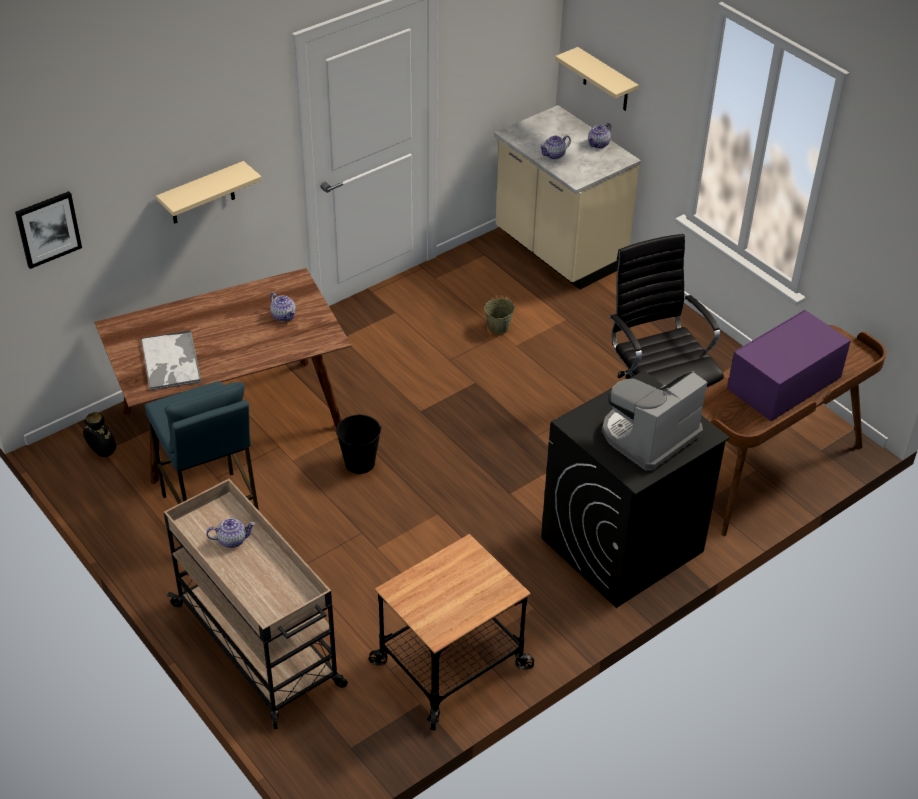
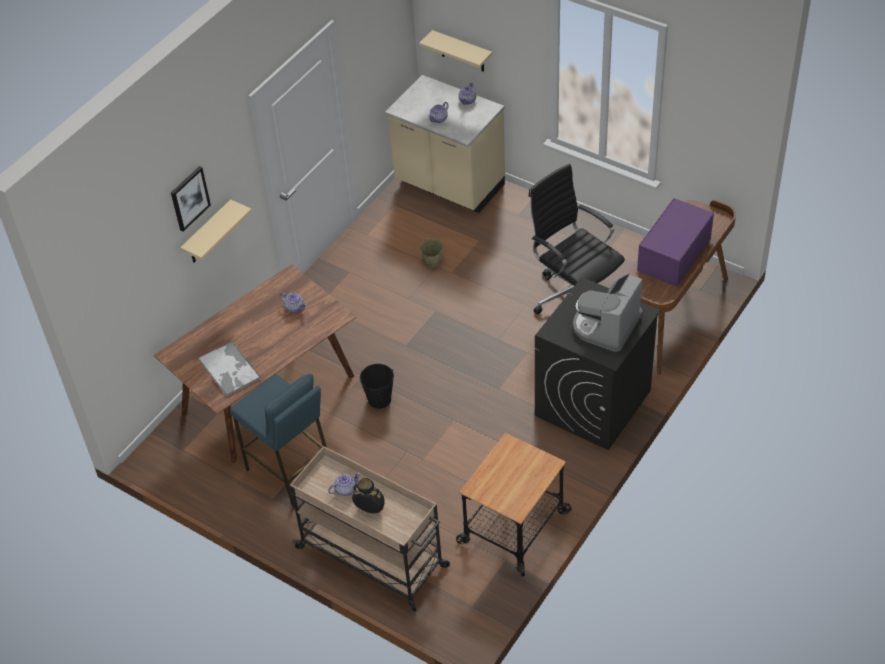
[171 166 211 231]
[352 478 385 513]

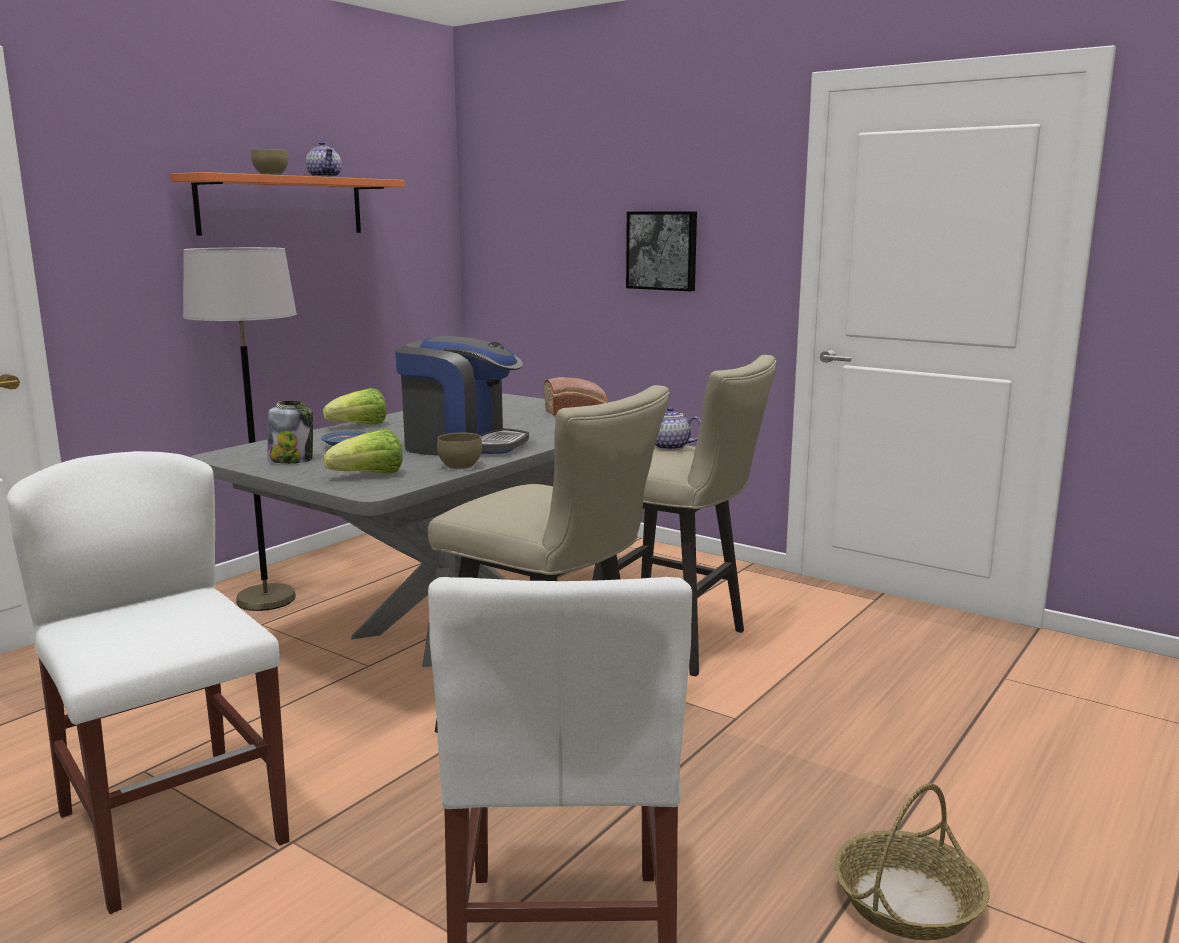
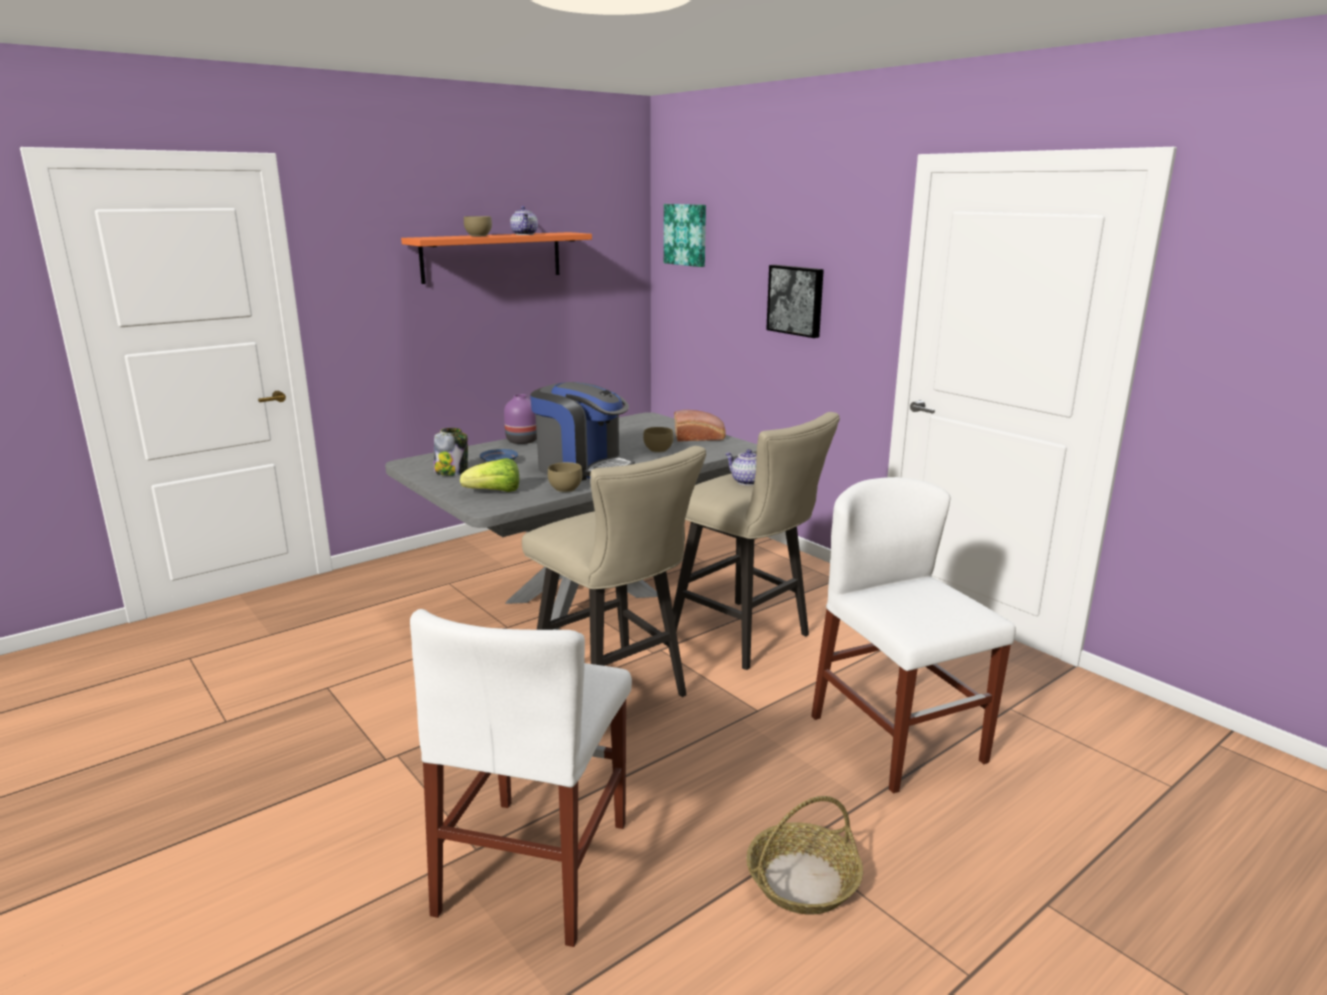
[811 477 1016 794]
[183 247 297 611] (first image)
[504 394 537 444]
[643 427 674 453]
[664 204 706 267]

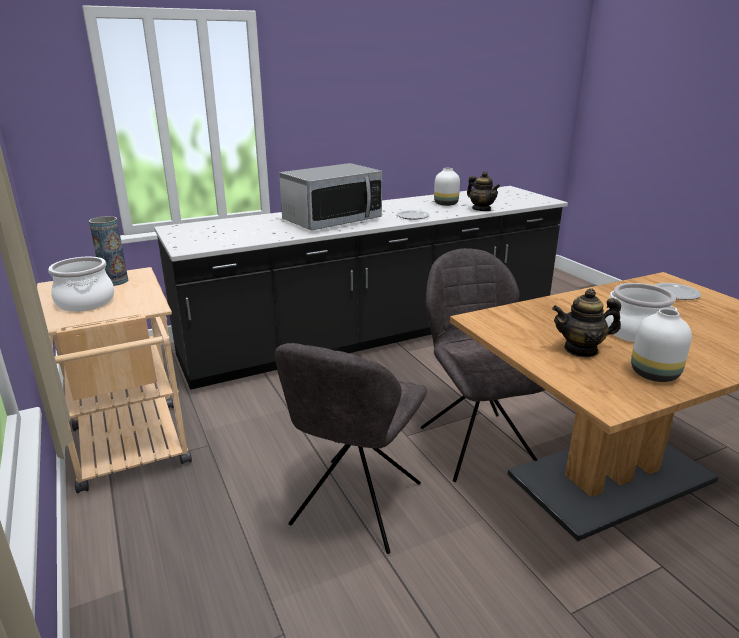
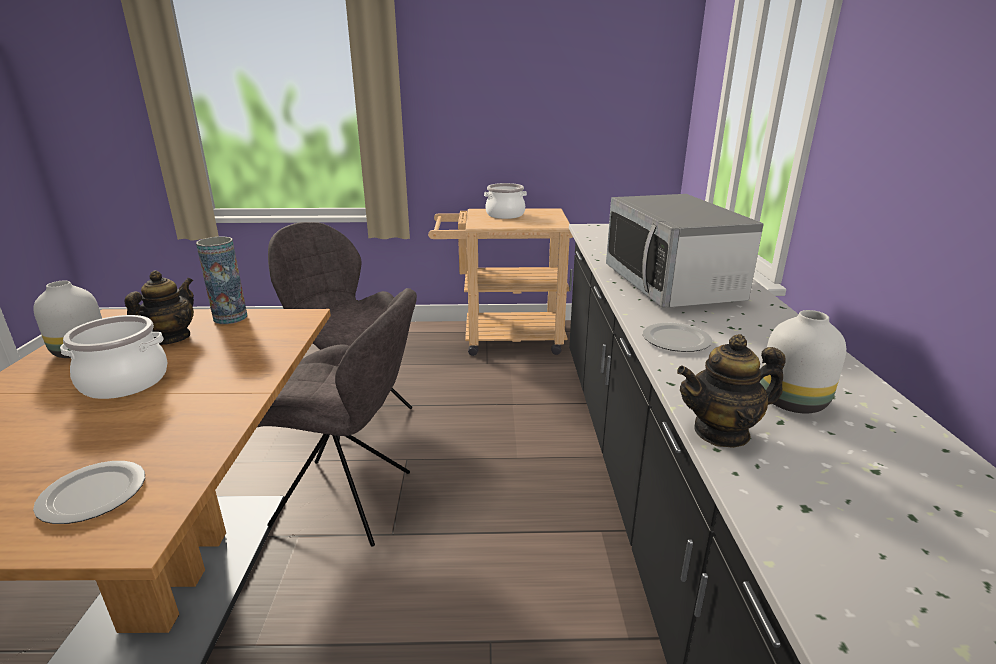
[196 237 247 324]

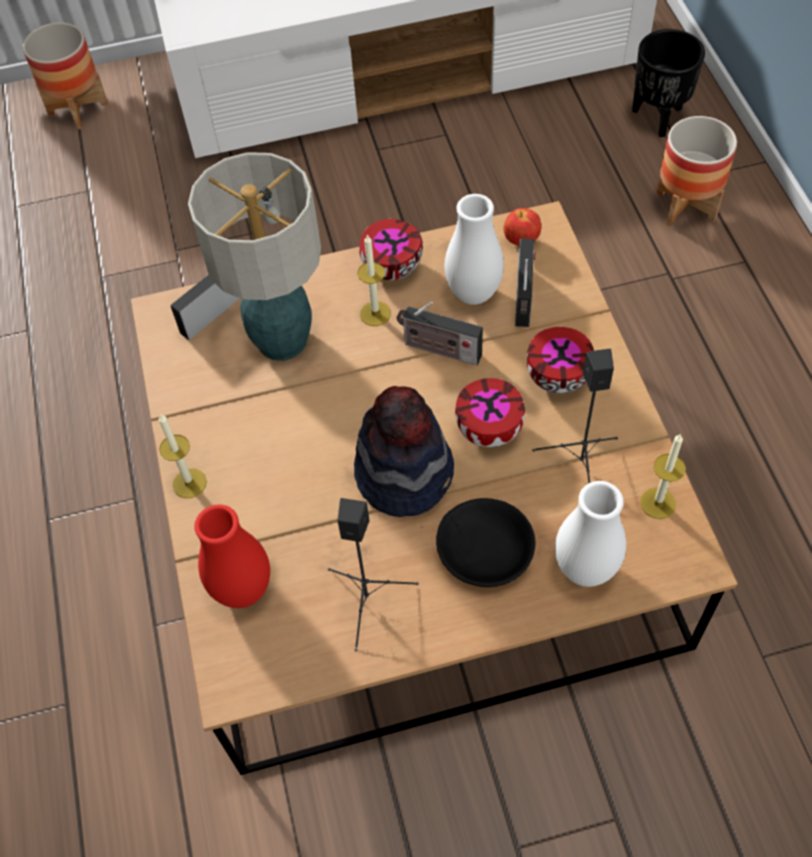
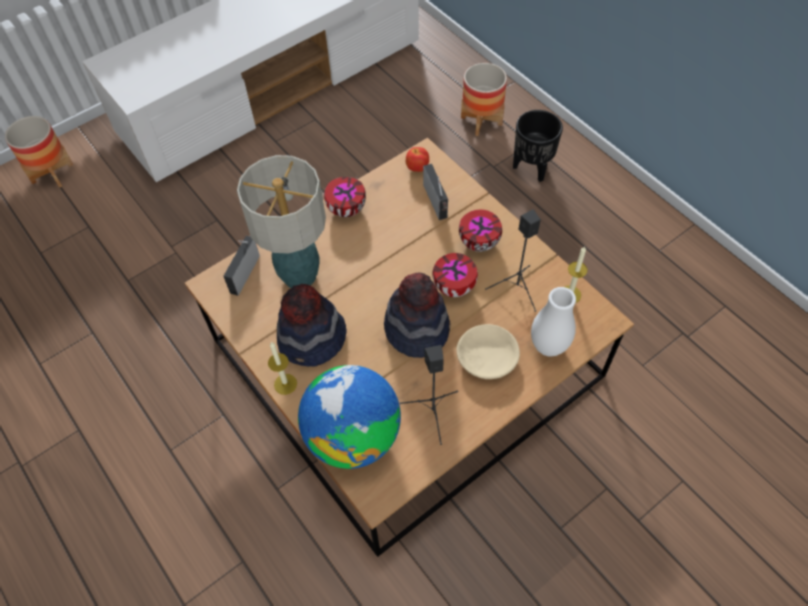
[298 365 401 469]
[357 234 391 326] (first image)
[397 302 483 365] (first image)
[457 324 520 379]
[445 194 504 305] (first image)
[513 110 563 182]
[277 284 346 367]

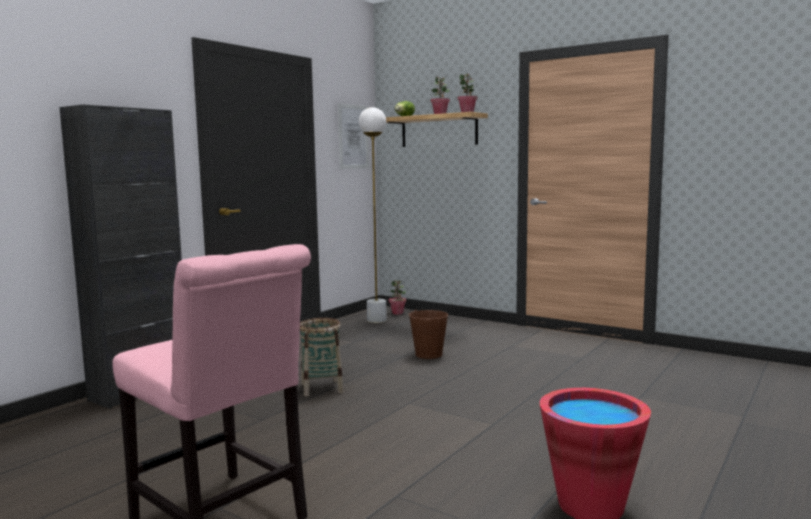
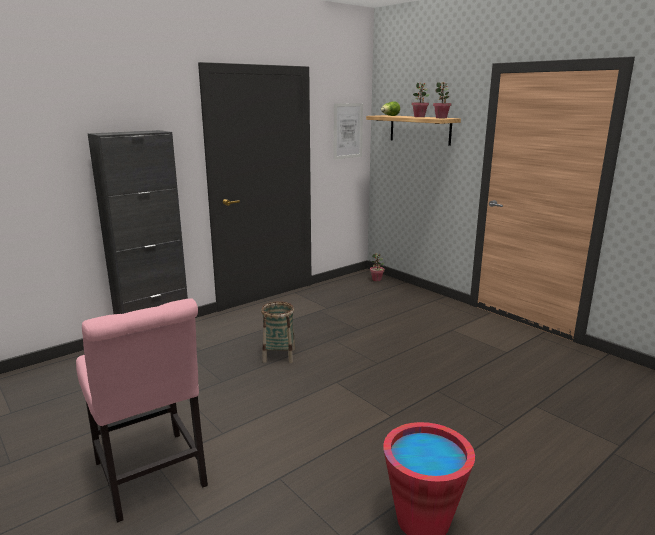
[359 107 387 323] (first image)
[409 309 448 359] (first image)

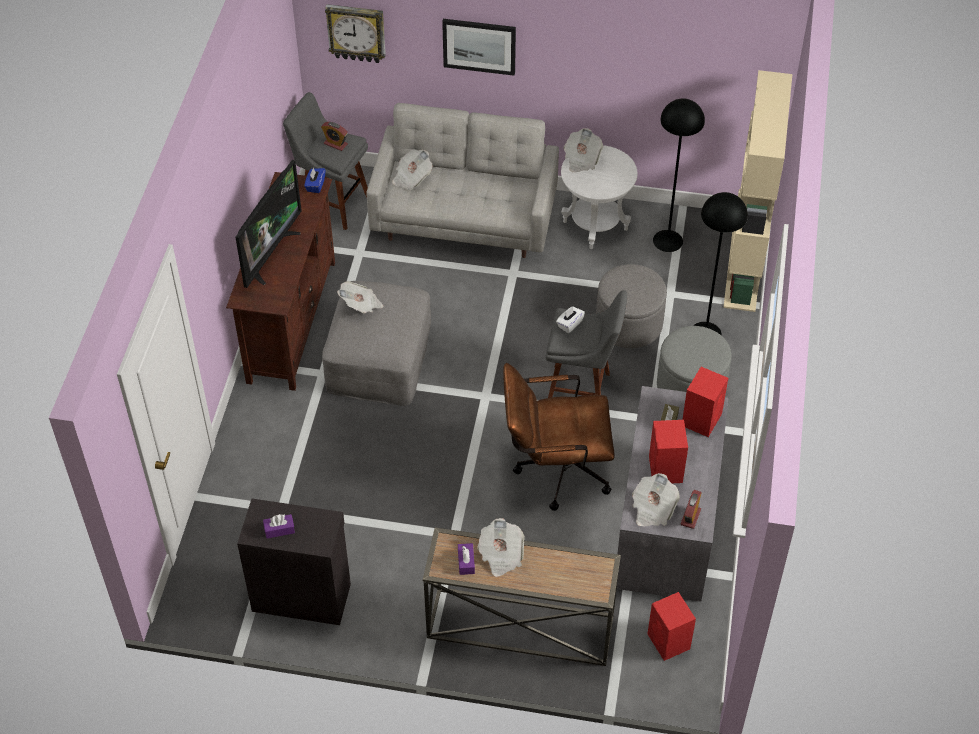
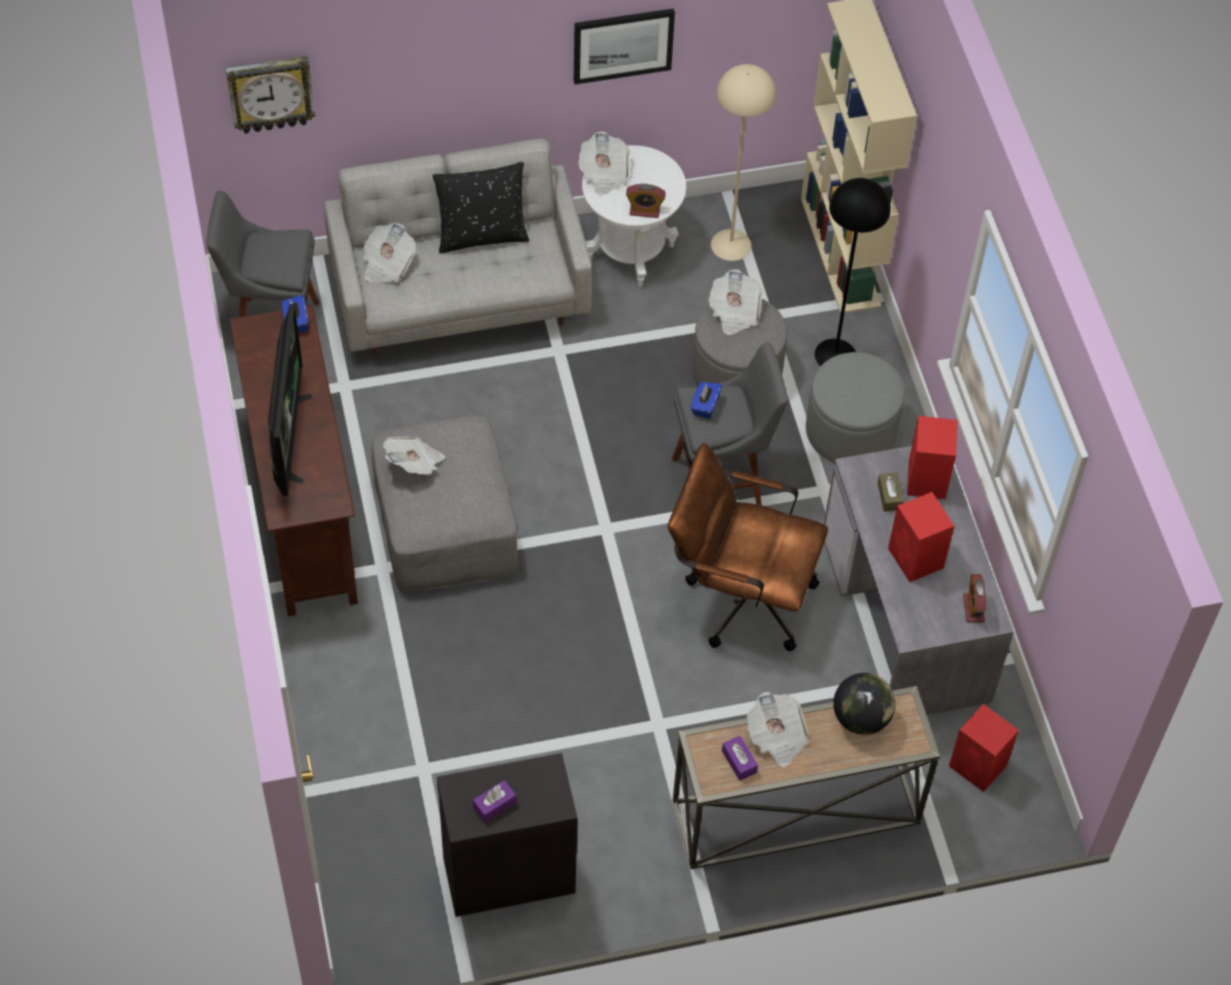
[626 184 666 218]
[574 8 675 84]
[668 443 828 651]
[691 382 722 419]
[708 269 763 335]
[711 64 776 261]
[433 162 529 254]
[833 673 896 735]

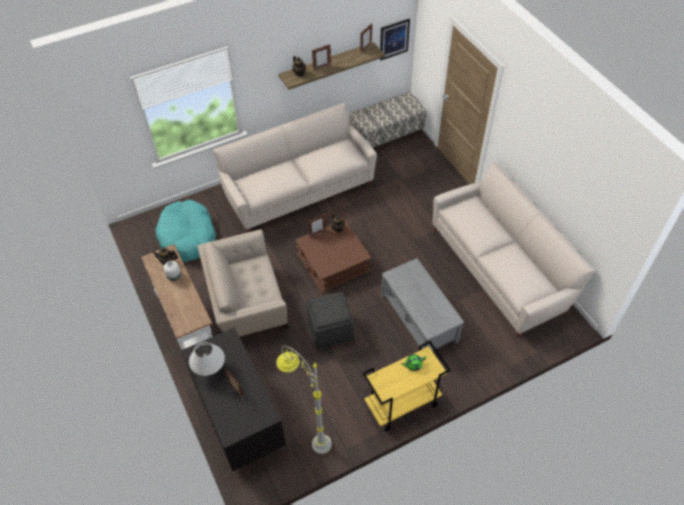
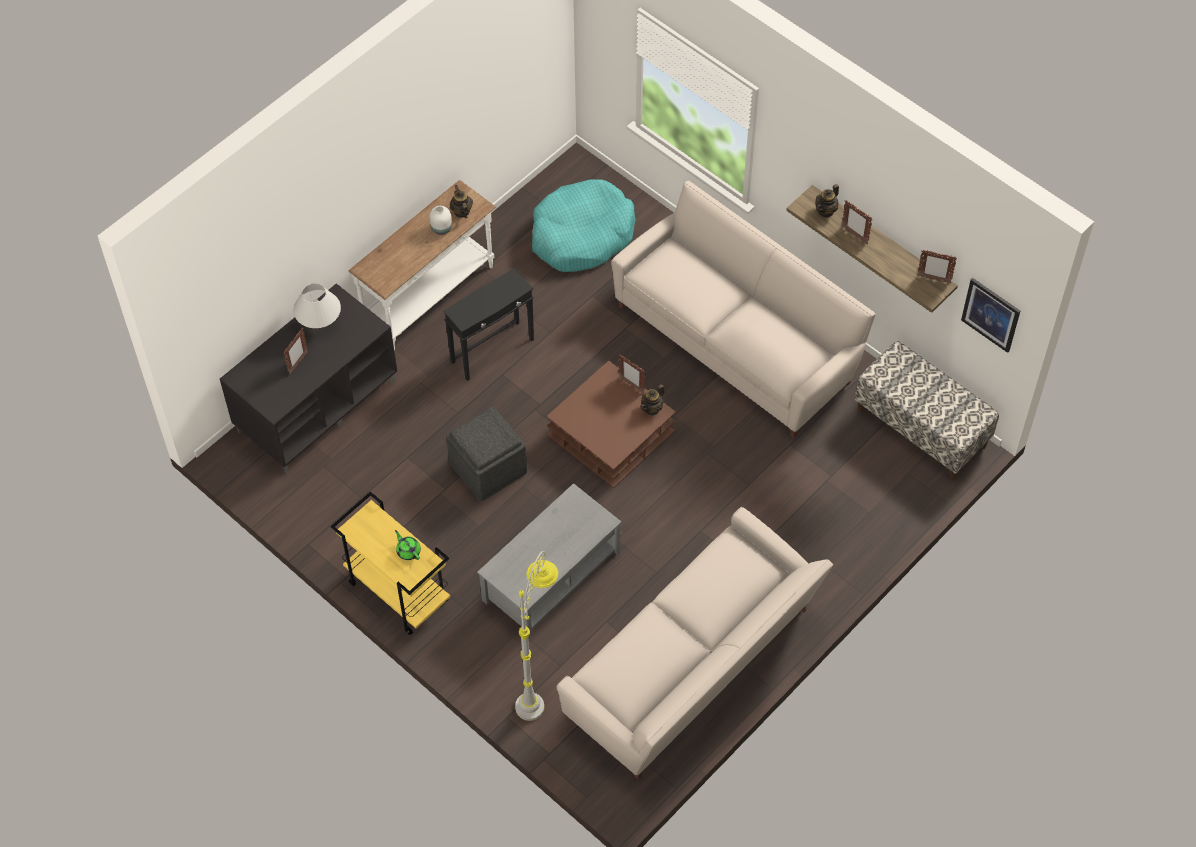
[443 268 534 381]
[515 551 558 721]

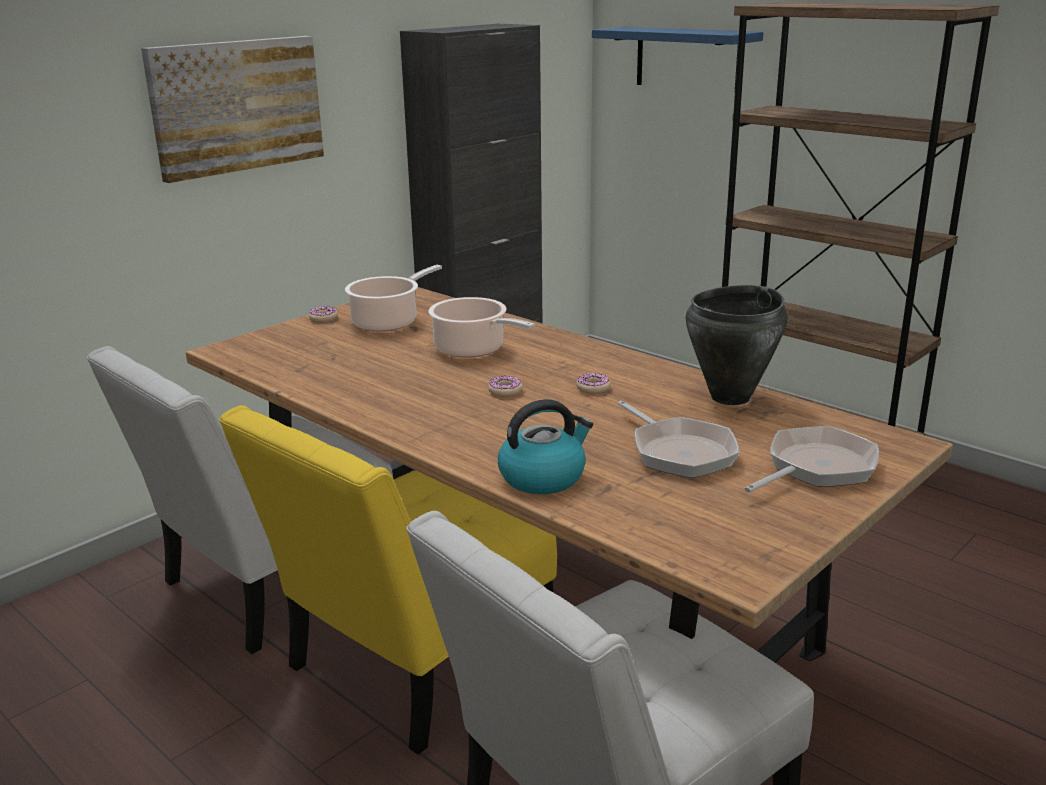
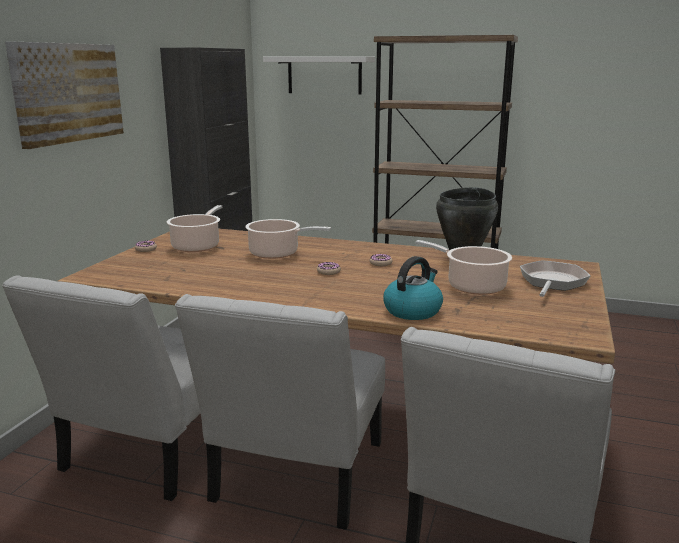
[175 294 385 530]
[263 56 375 95]
[415 240 512 295]

